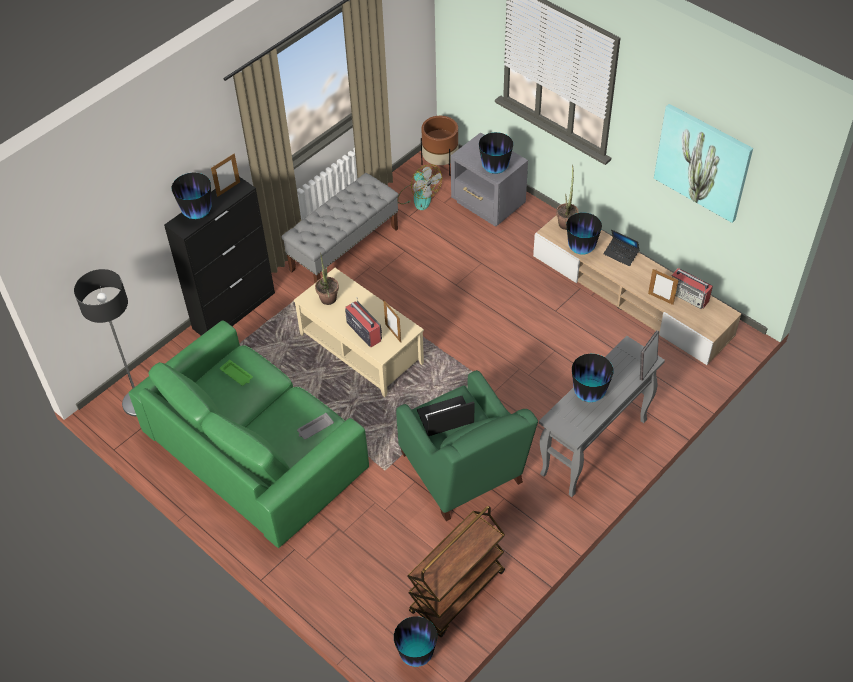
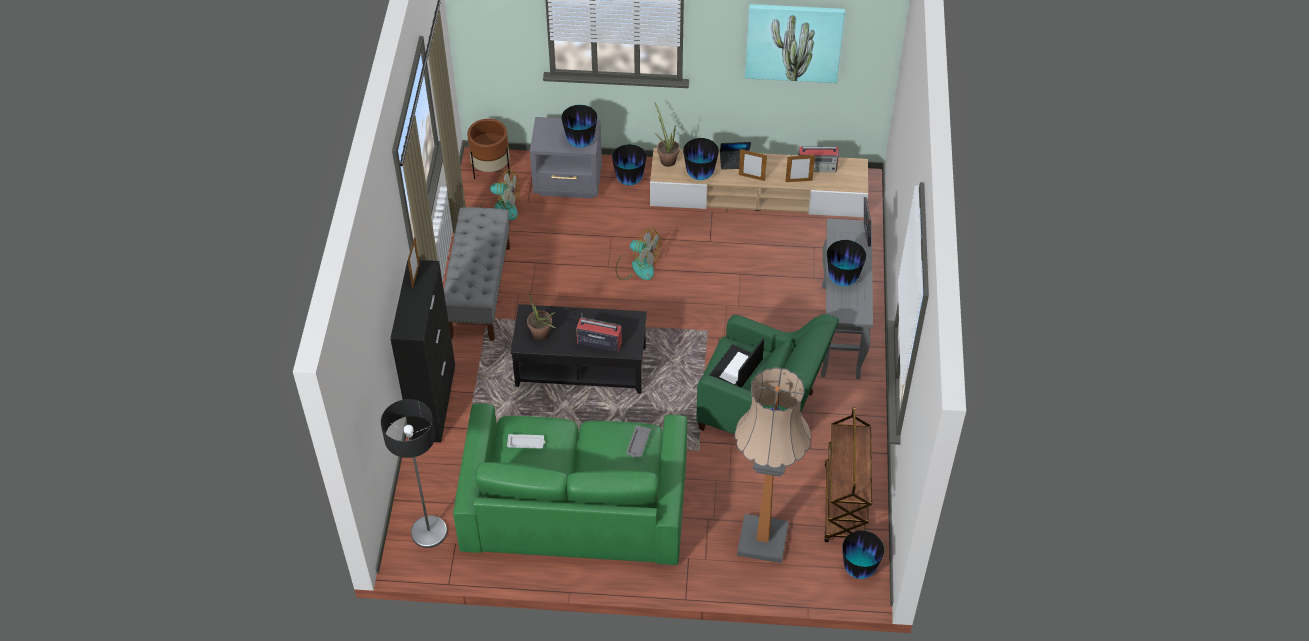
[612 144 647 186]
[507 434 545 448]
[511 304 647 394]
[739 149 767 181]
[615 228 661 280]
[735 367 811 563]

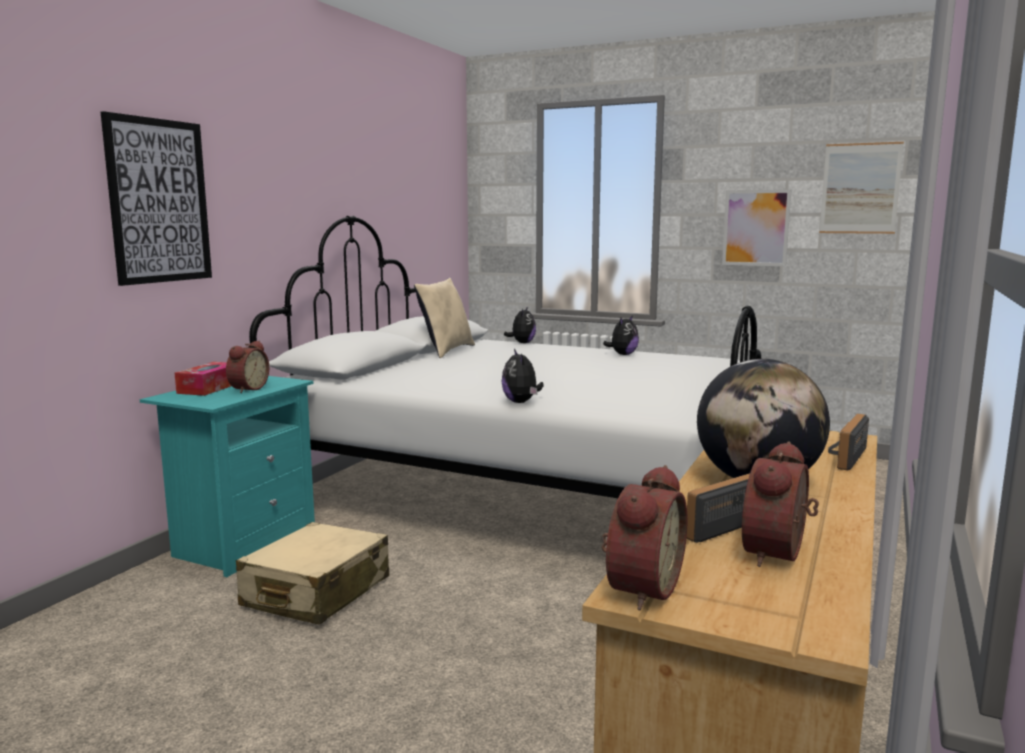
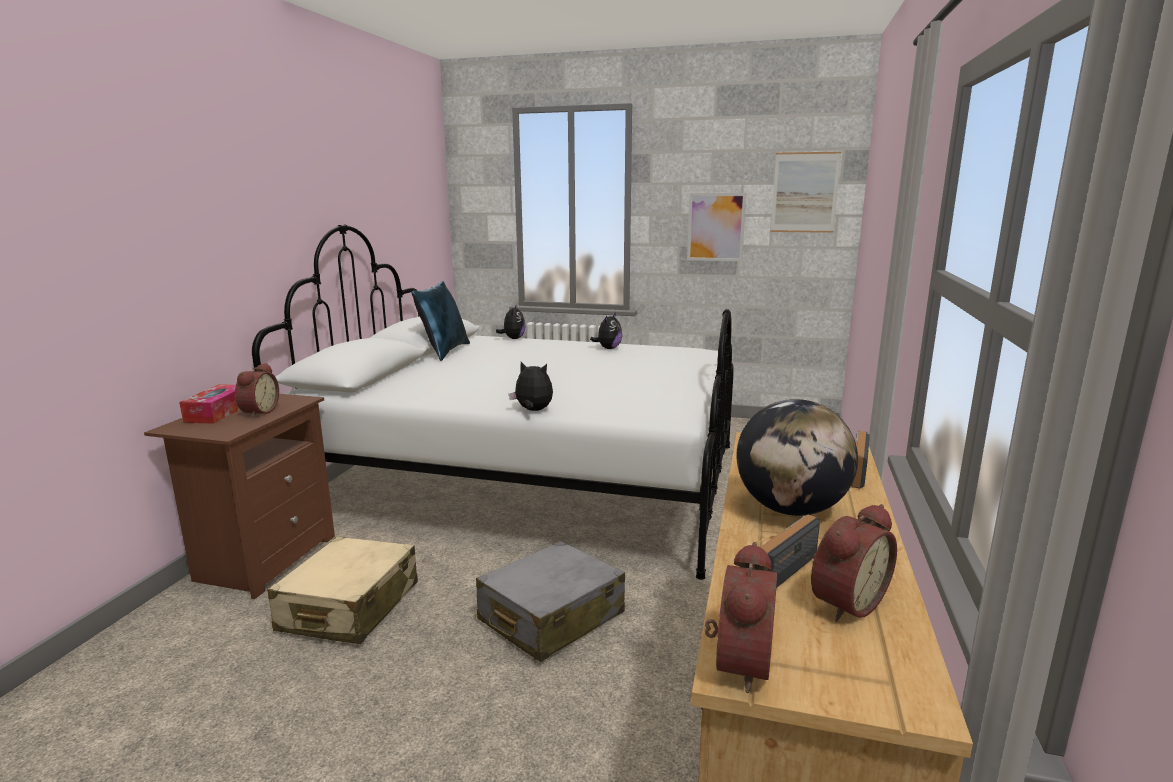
[101 111 212 286] (first image)
[144 394 335 599]
[412 281 470 361]
[509 362 553 411]
[811 504 897 622]
[476 541 625 662]

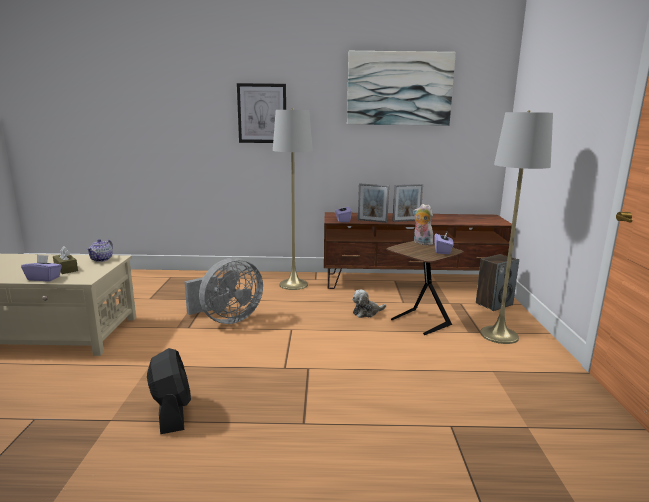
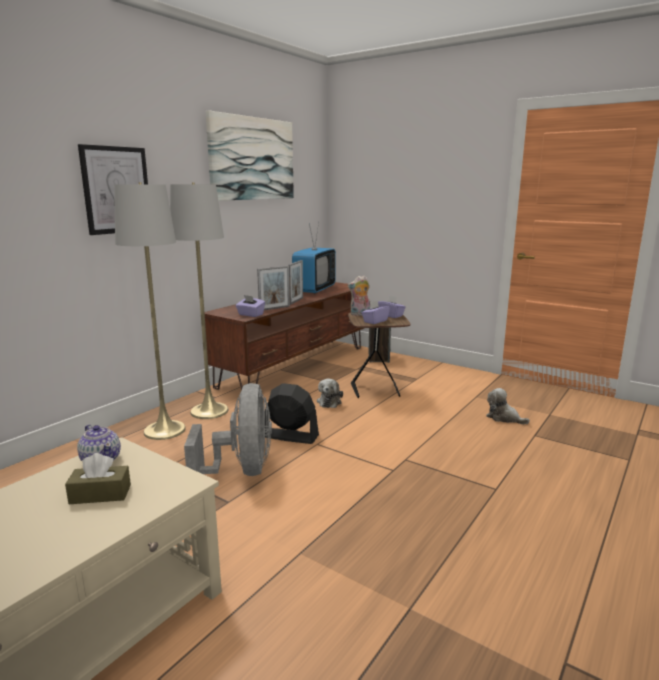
[362 300 390 324]
[265 384 319 444]
[114 182 186 440]
[292 222 336 294]
[486 388 530 424]

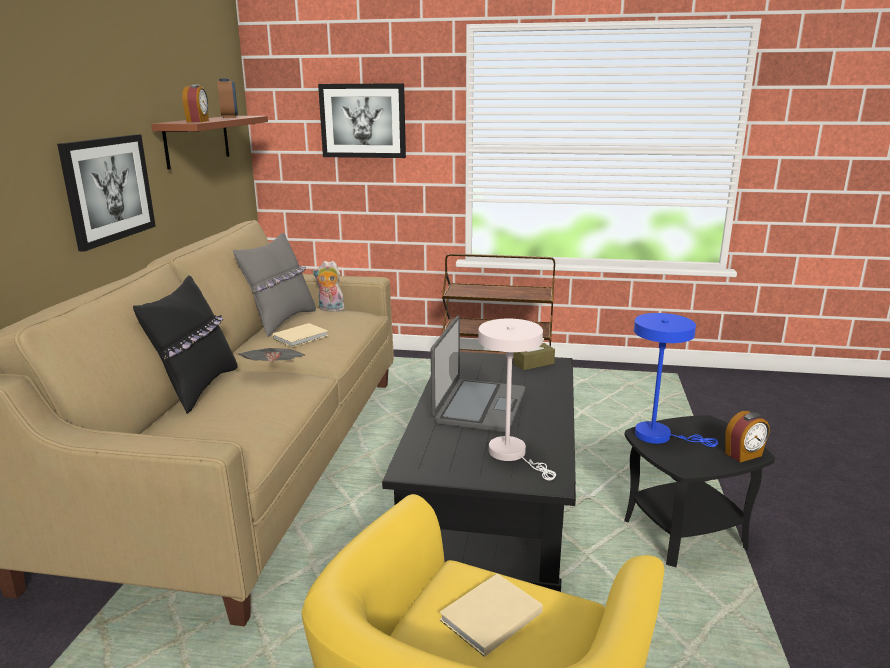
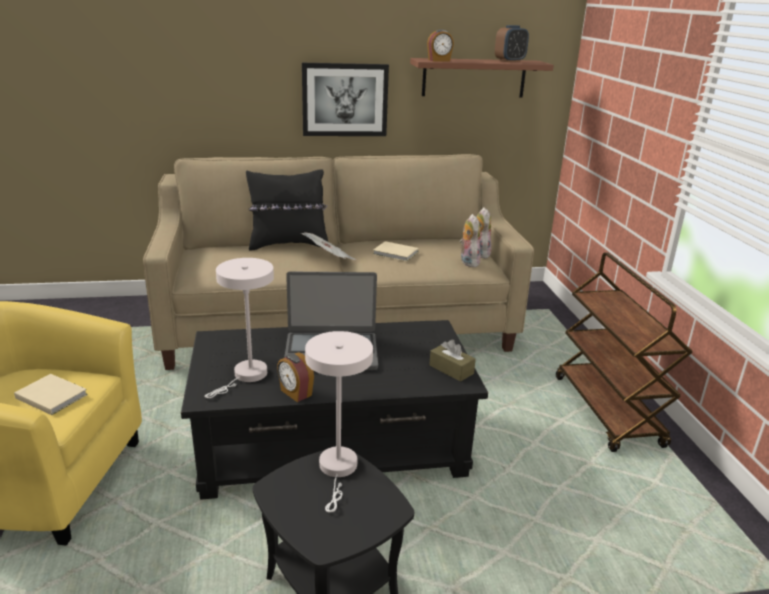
[233 233 316 337] (first image)
[318 83 406 158] (first image)
[305 331 373 512]
[277 352 314 402]
[459 214 481 267]

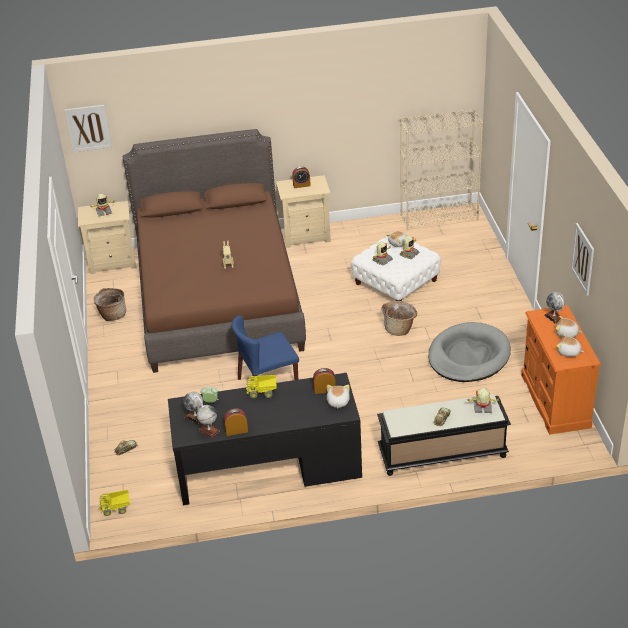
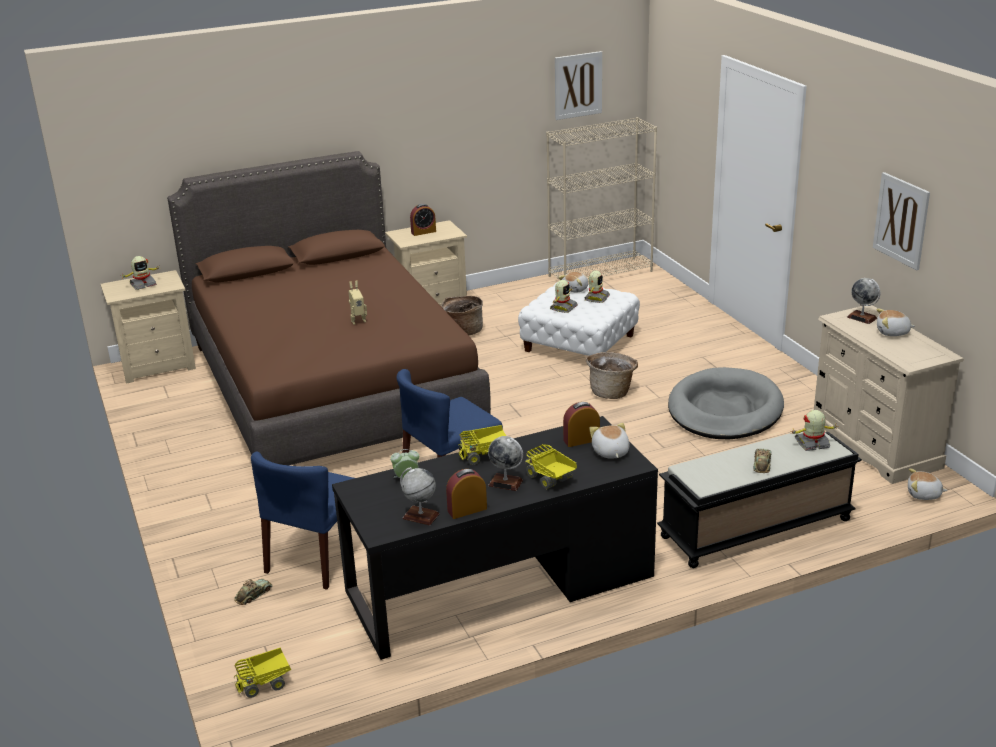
[555 51 602 120]
[441 296 483 335]
[488 436 523 491]
[811 304 964 484]
[908 468 948 500]
[251 452 355 590]
[525 444 577 489]

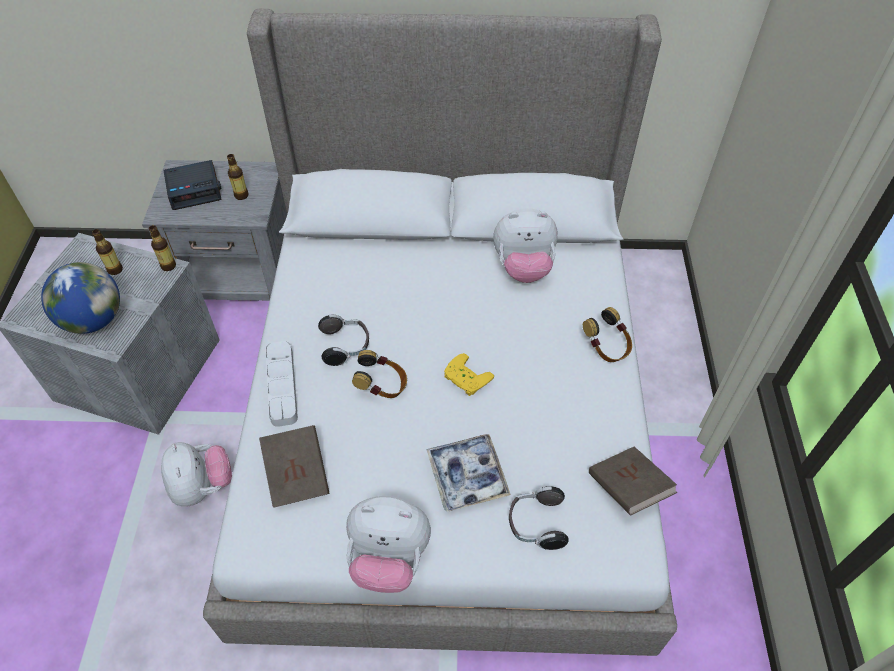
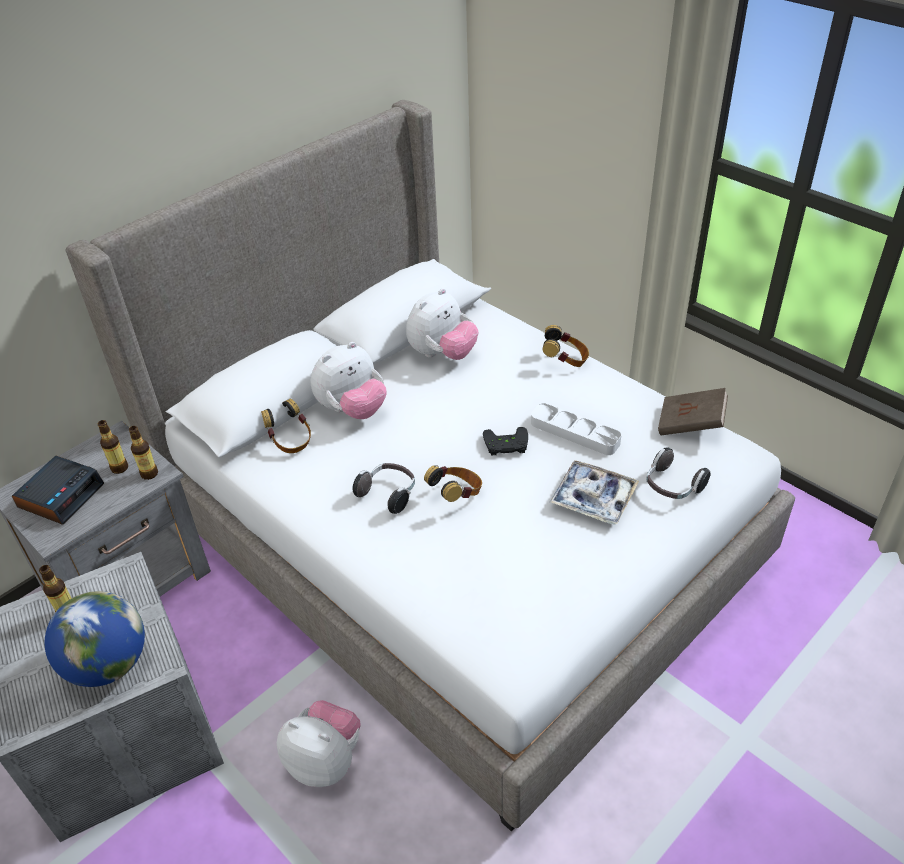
[129 426 158 480]
[259 425 330 508] (first image)
[531 403 621 455]
[310 342 387 419]
[483 427 528 456]
[261 399 311 453]

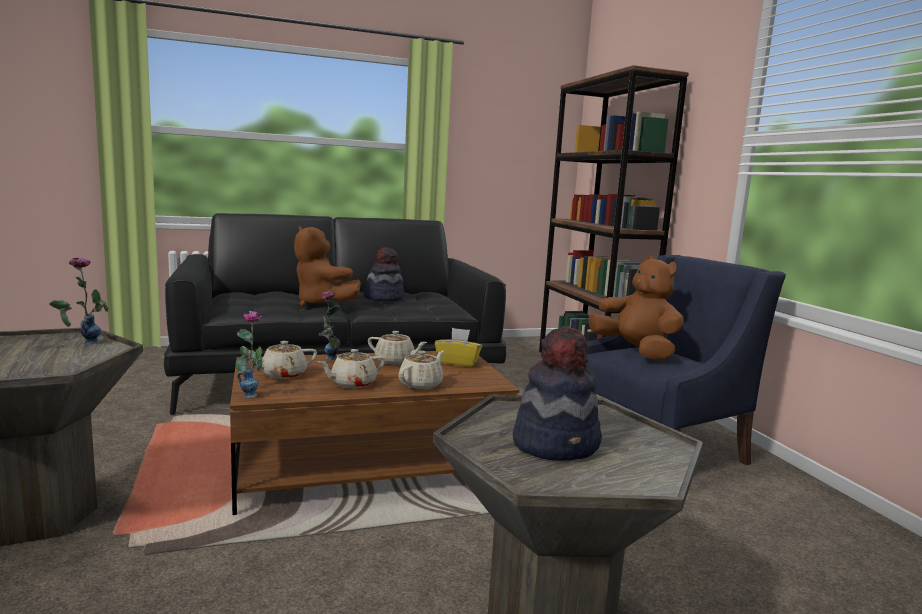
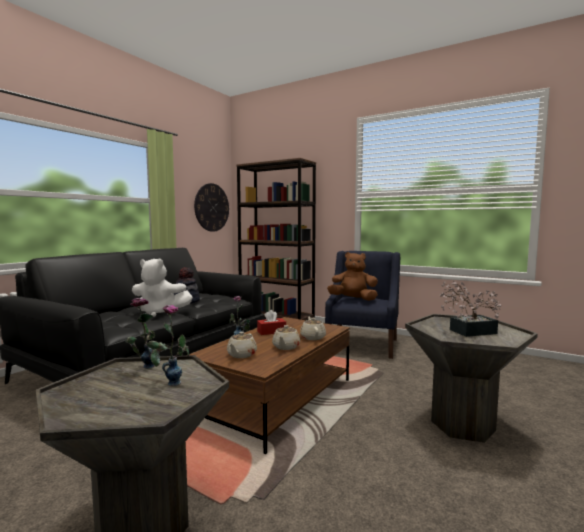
[147 305 189 386]
[132 259 193 317]
[257 310 286 335]
[435 328 482 367] (first image)
[440 281 501 337]
[194 183 229 232]

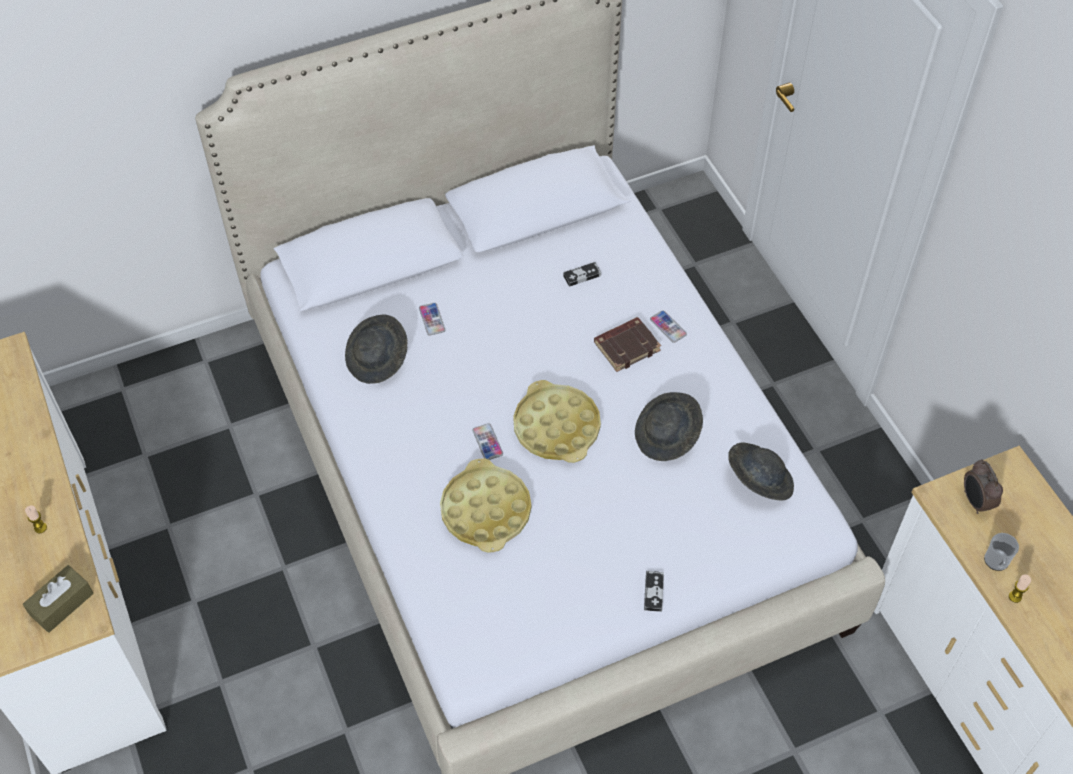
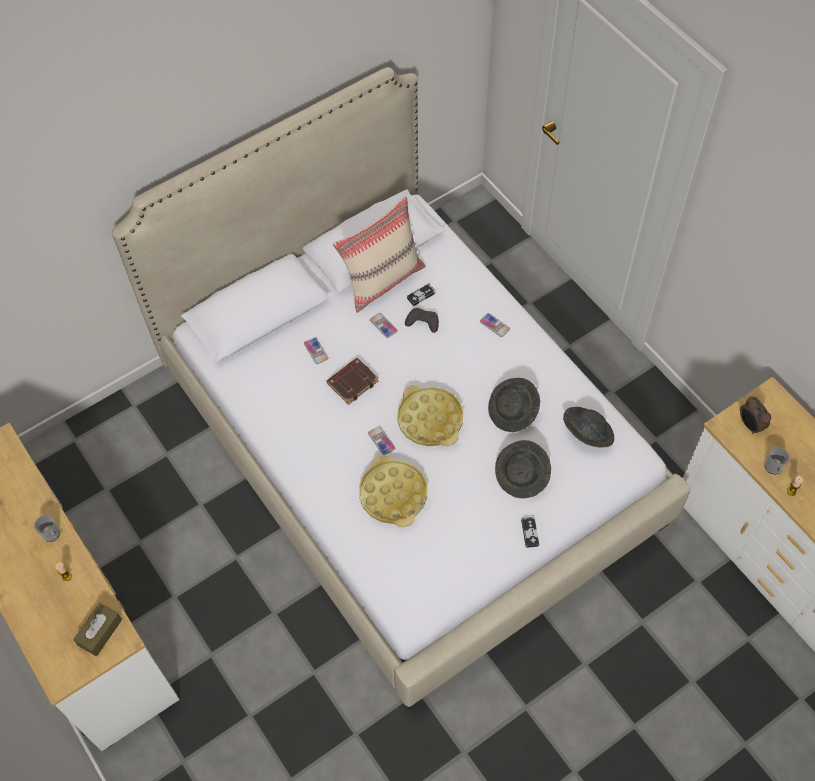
[495 440 551 498]
[327 358 379 405]
[34 515 60 542]
[333 196 426 313]
[370 313 398 338]
[405 308 439 333]

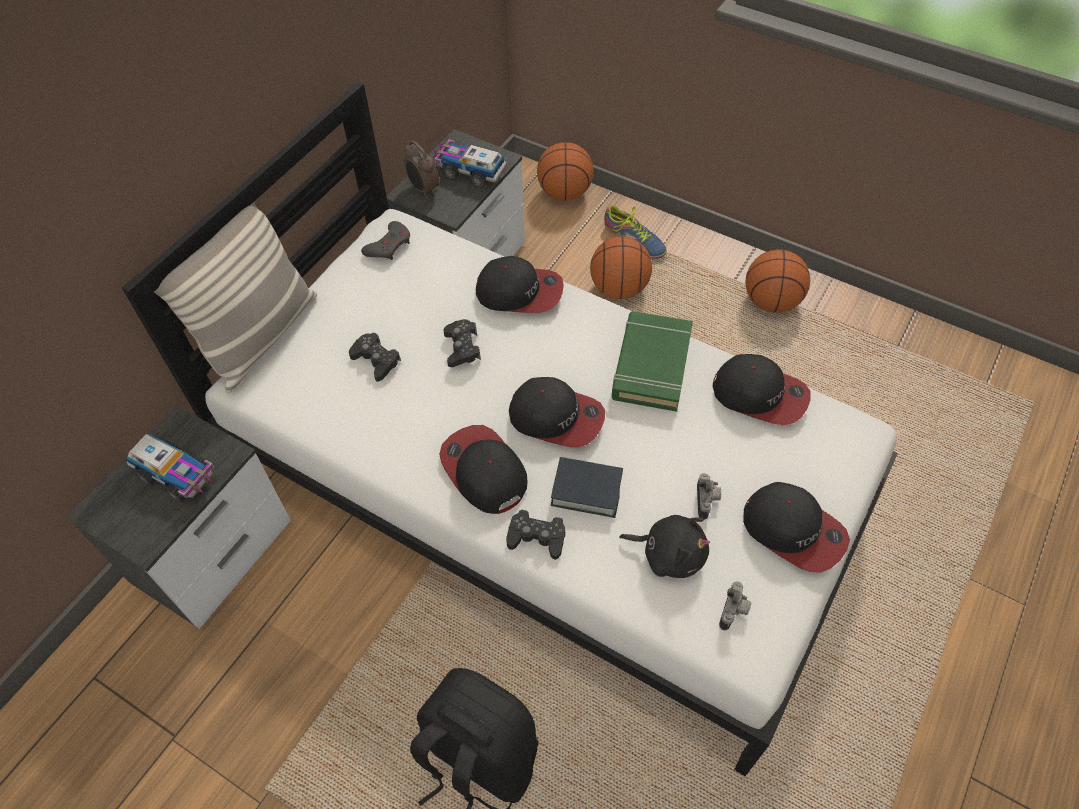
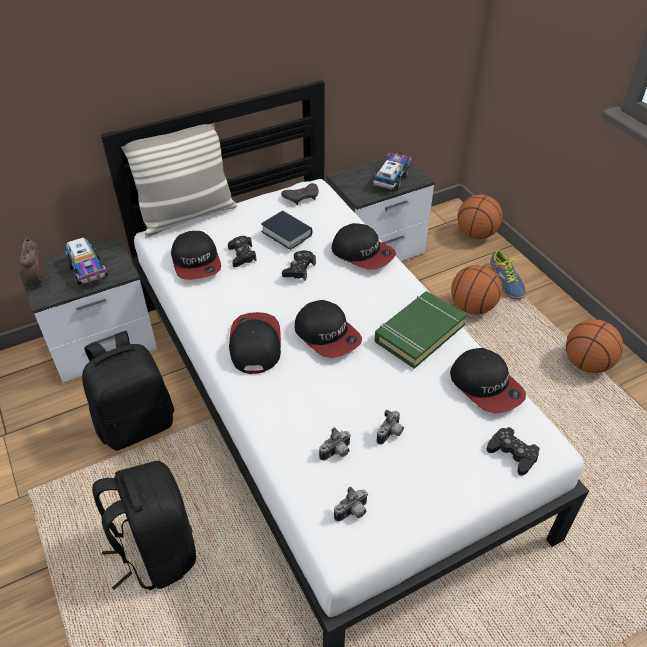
[19 238 46 287]
[373 153 411 190]
[487 427 540 476]
[261 210 313 250]
[319 427 351 461]
[171 231 221 280]
[82 331 174 451]

